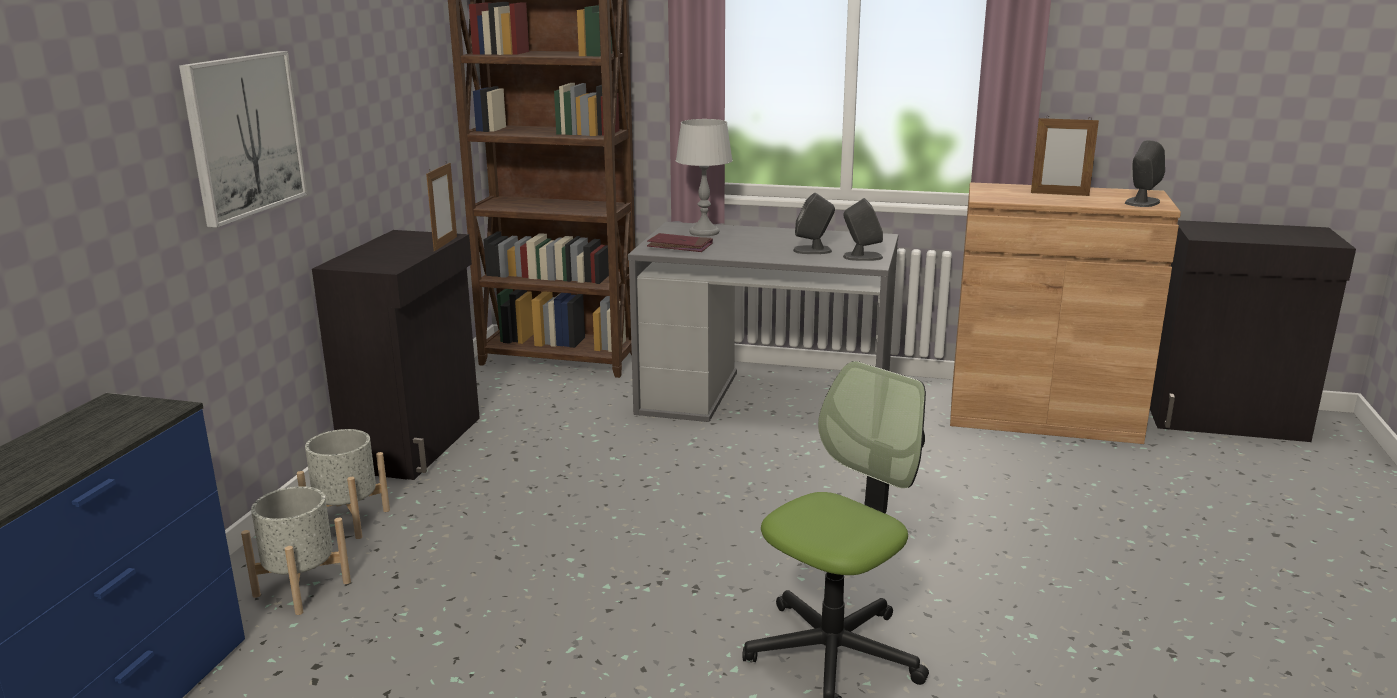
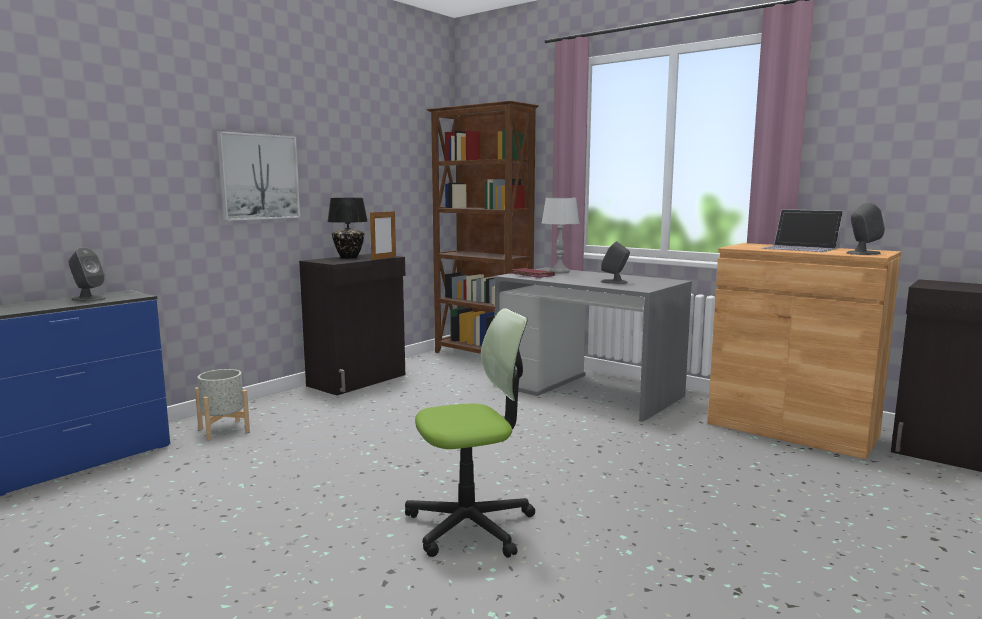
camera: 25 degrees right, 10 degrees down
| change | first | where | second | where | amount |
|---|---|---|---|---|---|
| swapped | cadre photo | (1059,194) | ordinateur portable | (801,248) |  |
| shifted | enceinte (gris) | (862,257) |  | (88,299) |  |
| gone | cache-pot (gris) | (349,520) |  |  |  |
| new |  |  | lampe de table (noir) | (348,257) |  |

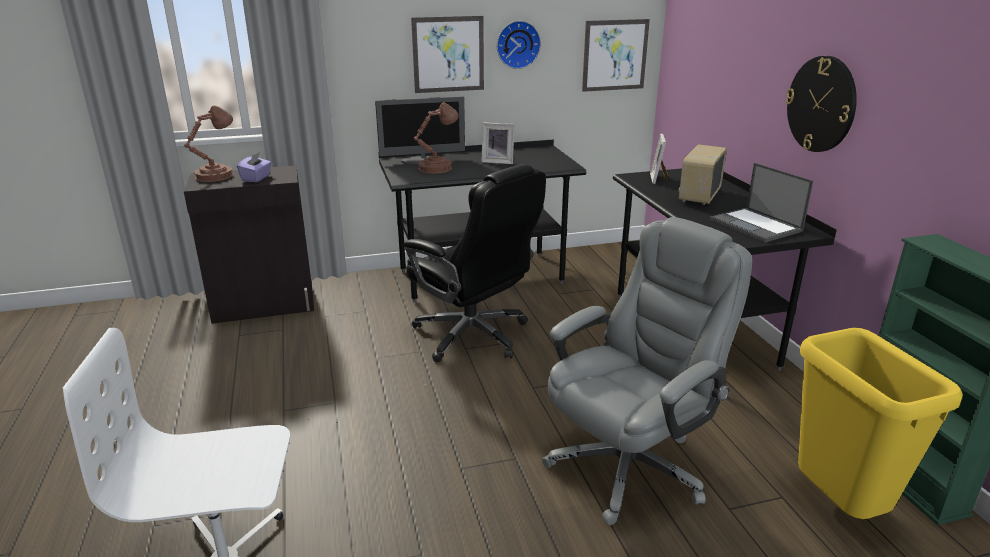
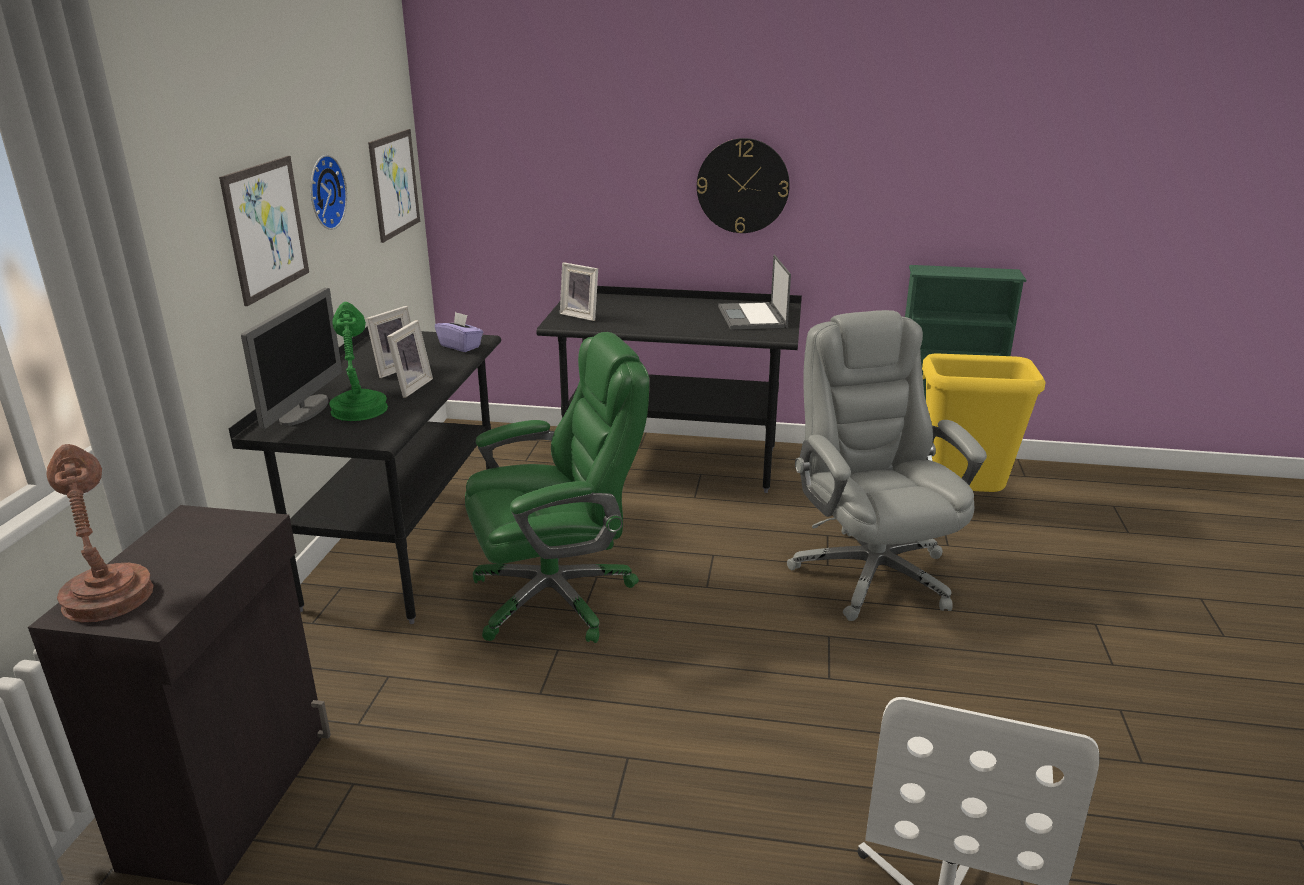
camera: 65 degrees left, 0 degrees up
| change | first | where | second | where | amount |
|---|---|---|---|---|---|
| repainted | lampe de table (marron) | (437,168) | lampe de table (vert) | (359,407) |  |
| gone | radio | (699,196) |  |  |  |
| shifted | boîte à mouchoirs (violet) | (256,178) |  | (460,346) |  |
| rotated | ordinateur portable | (756,225) |  | (752,317) | 90 degrees clockwise |
| repainted | chaise de bureau (noir) | (473,335) | chaise de bureau (vert) | (557,596) |  |
| new |  |  | cadre photo | (409,387) |  |

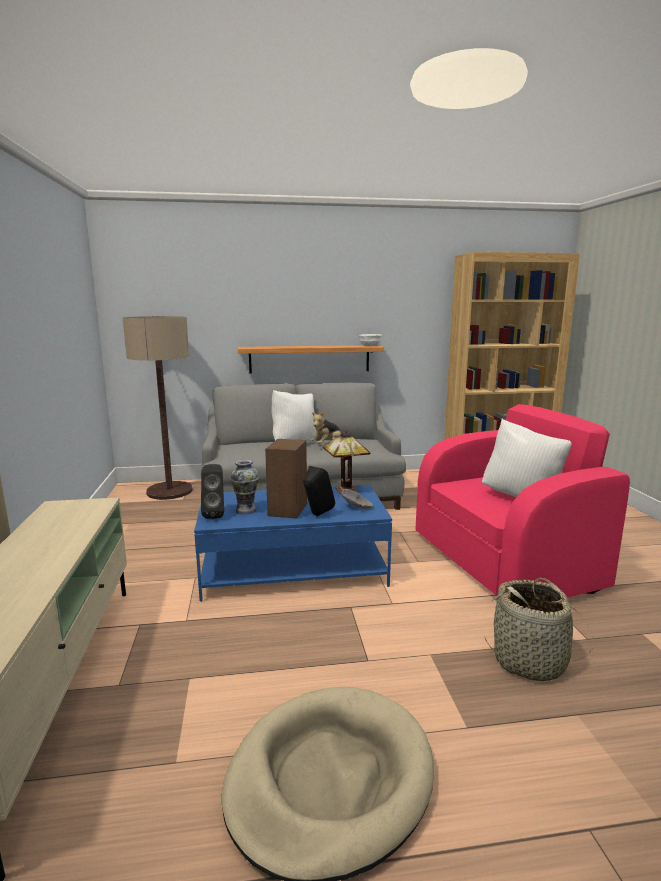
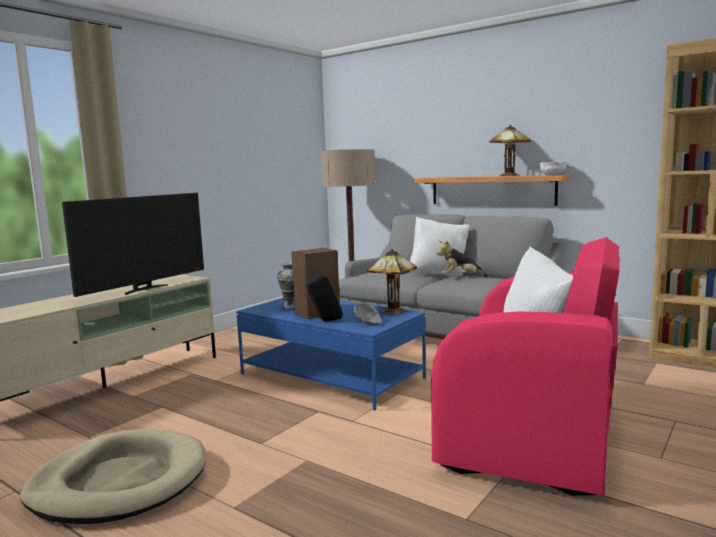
camera: 45 degrees right, 5 degrees down
| change | first | where | second | where | amount |
|---|---|---|---|---|---|
| gone | enceinte (noir) | (215,514) |  |  |  |
| gone | panier | (530,661) |  |  |  |
| new |  |  | lampe de table | (509,175) |  |
| new |  |  | téléviseur | (144,289) |  |

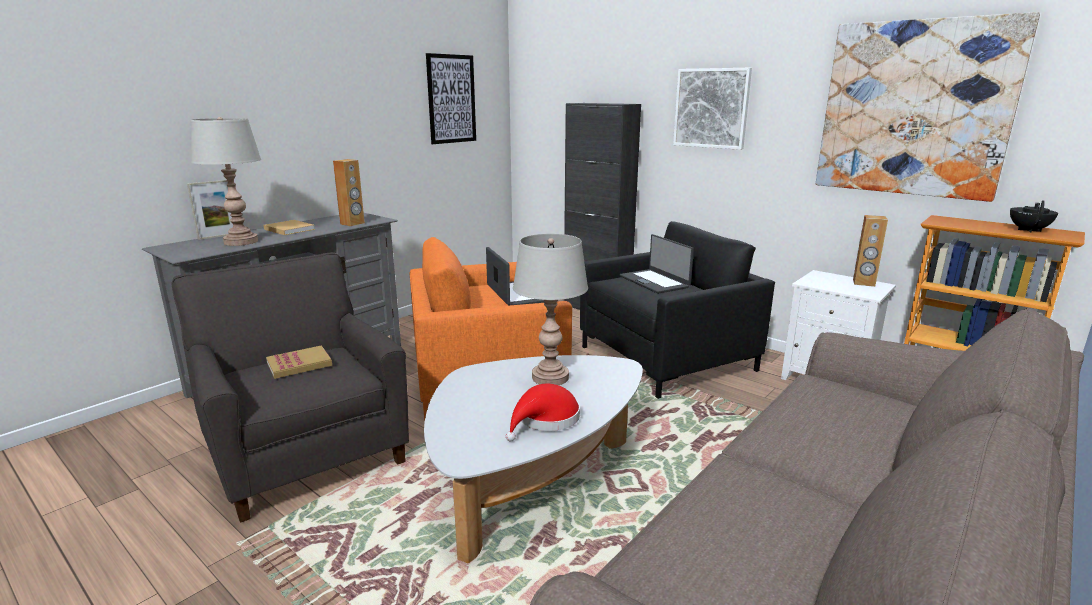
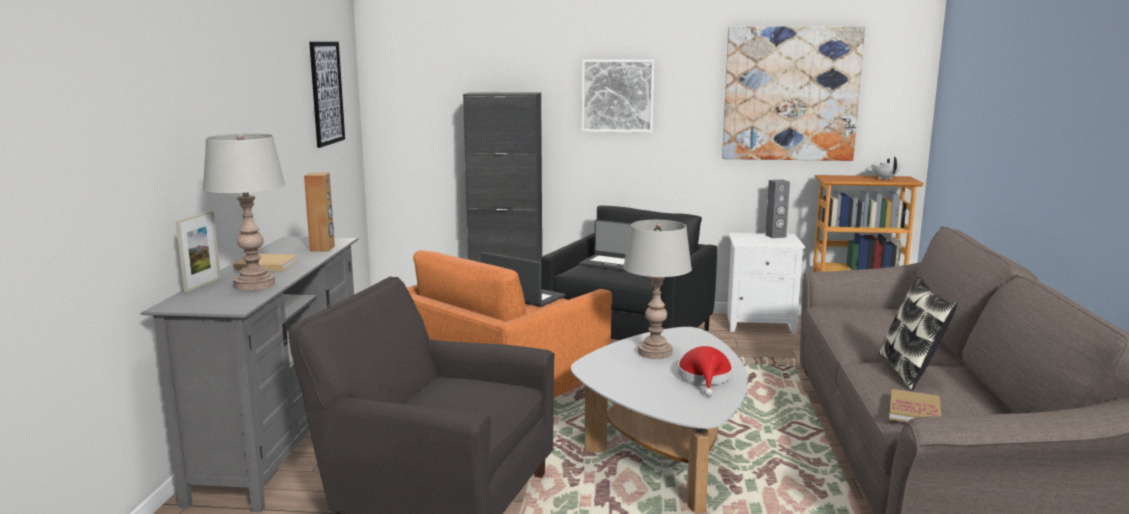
camera: 35 degrees left, 5 degrees down
| change | first | where | second | where | amount |
|---|---|---|---|---|---|
| repainted | théière (noir) | (1028,230) | théière (blanc) | (884,178) |  |
| repainted | enceinte (marron) | (863,283) | enceinte (gris) | (775,236) |  |
| shifted | livre | (299,364) |  | (914,411) |  |
| new |  |  | coussin | (910,372) |  |

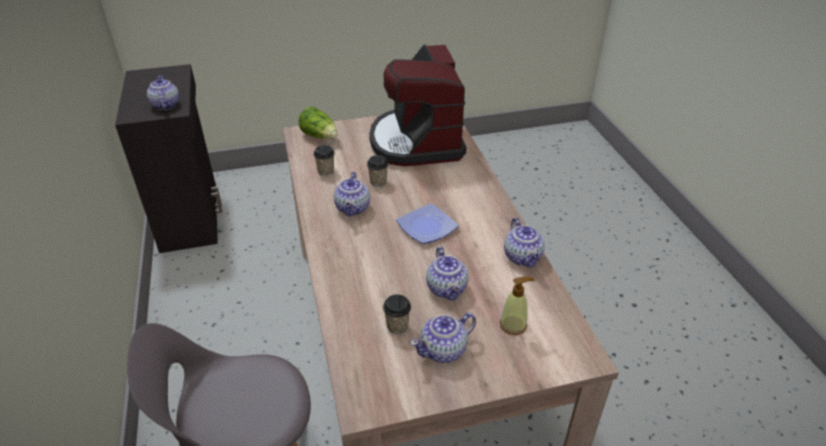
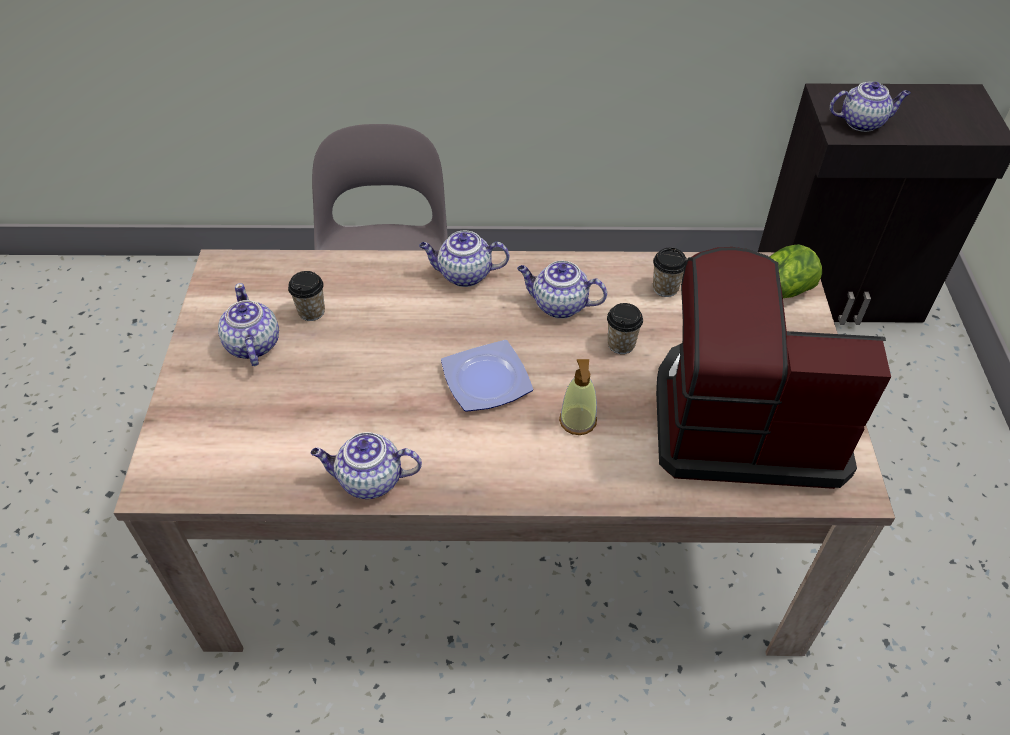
camera: 105 degrees right, 10 degrees up
| change | first | where | second | where | amount |
|---|---|---|---|---|---|
| shifted | théière | (447,289) |  | (464,275) |  |
| shifted | distributeur de savon | (513,325) |  | (578,421) |  |

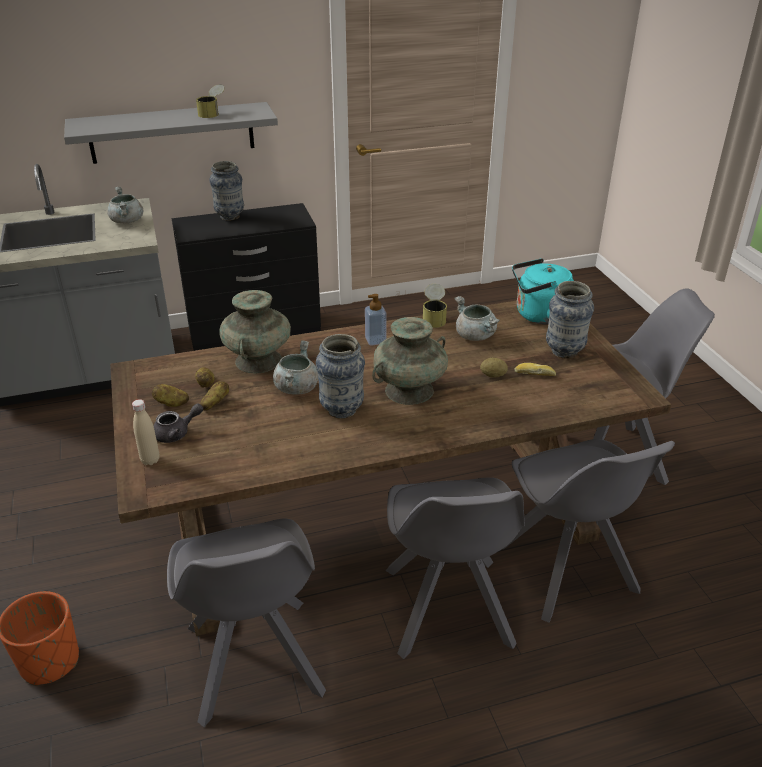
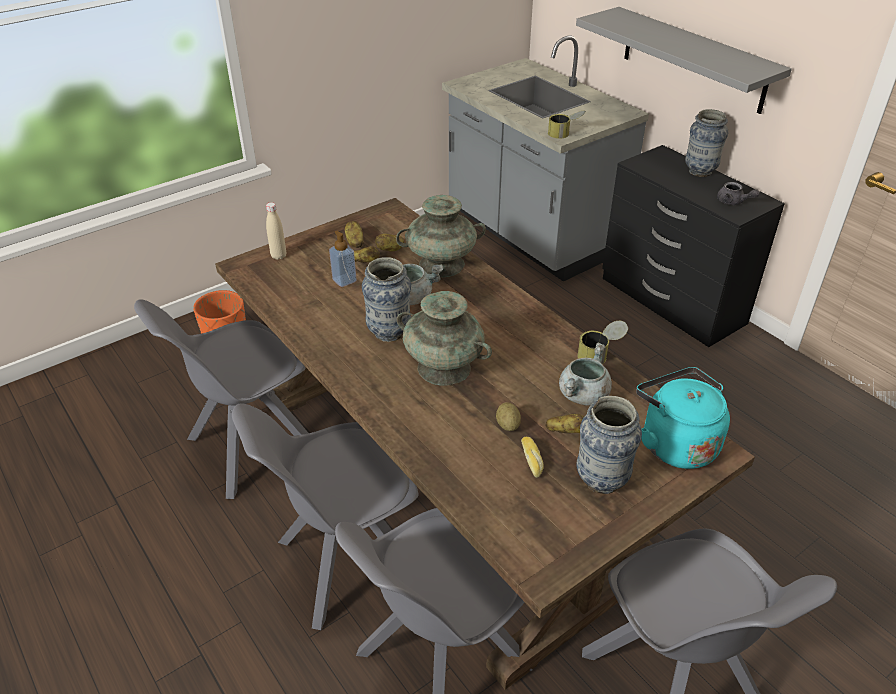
camera: 70 degrees right, 5 degrees up
| change | first | where | second | where | amount |
|---|---|---|---|---|---|
| shifted | boîte métallique | (212,113) |  | (565,134) |  |
| gone | marmite (gris) | (127,221) |  |  |  |
| shifted | distributeur de savon | (375,340) |  | (344,280) |  |
| shifted | théière (gris) | (177,433) |  | (733,202) |  |
| new |  |  | pomme de terre | (565,431) |  |

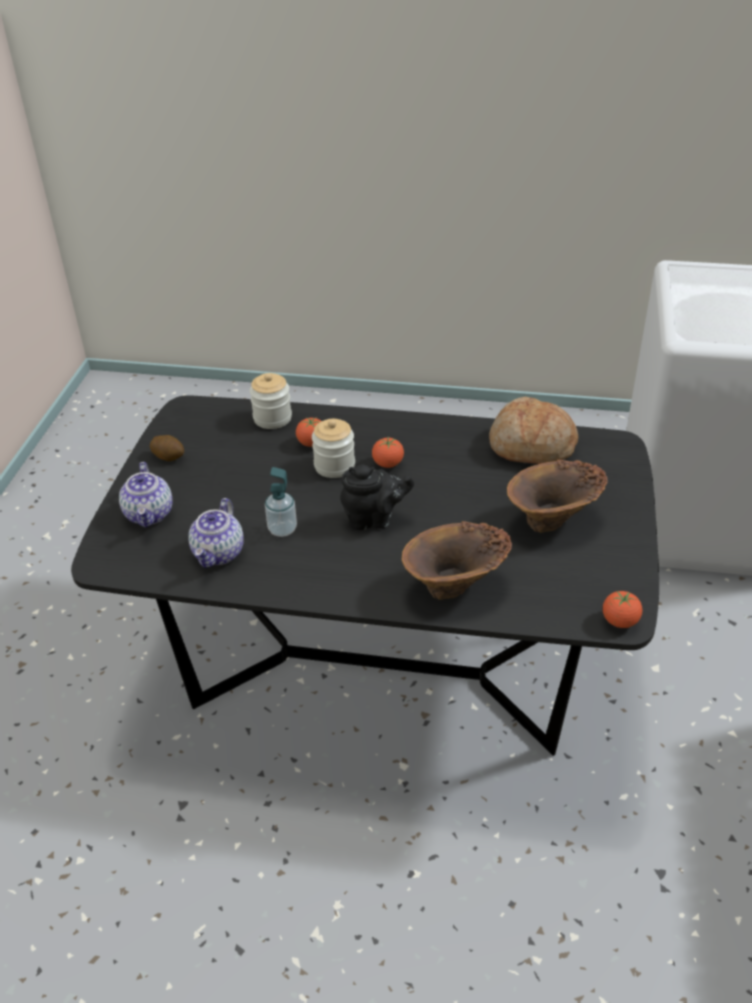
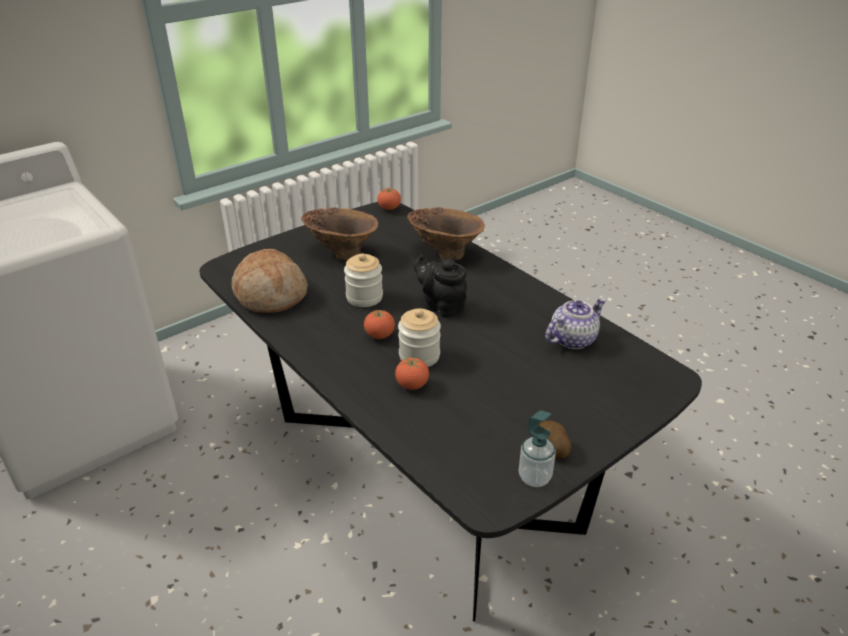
camera: 140 degrees left, 5 degrees down
| change | first | where | second | where | amount |
|---|---|---|---|---|---|
| shifted | bocal | (272,418) |  | (364,297) |  |
| gone | théière | (150,514) |  |  |  |
| shifted | distributeur de savon | (282,529) |  | (534,477) |  |

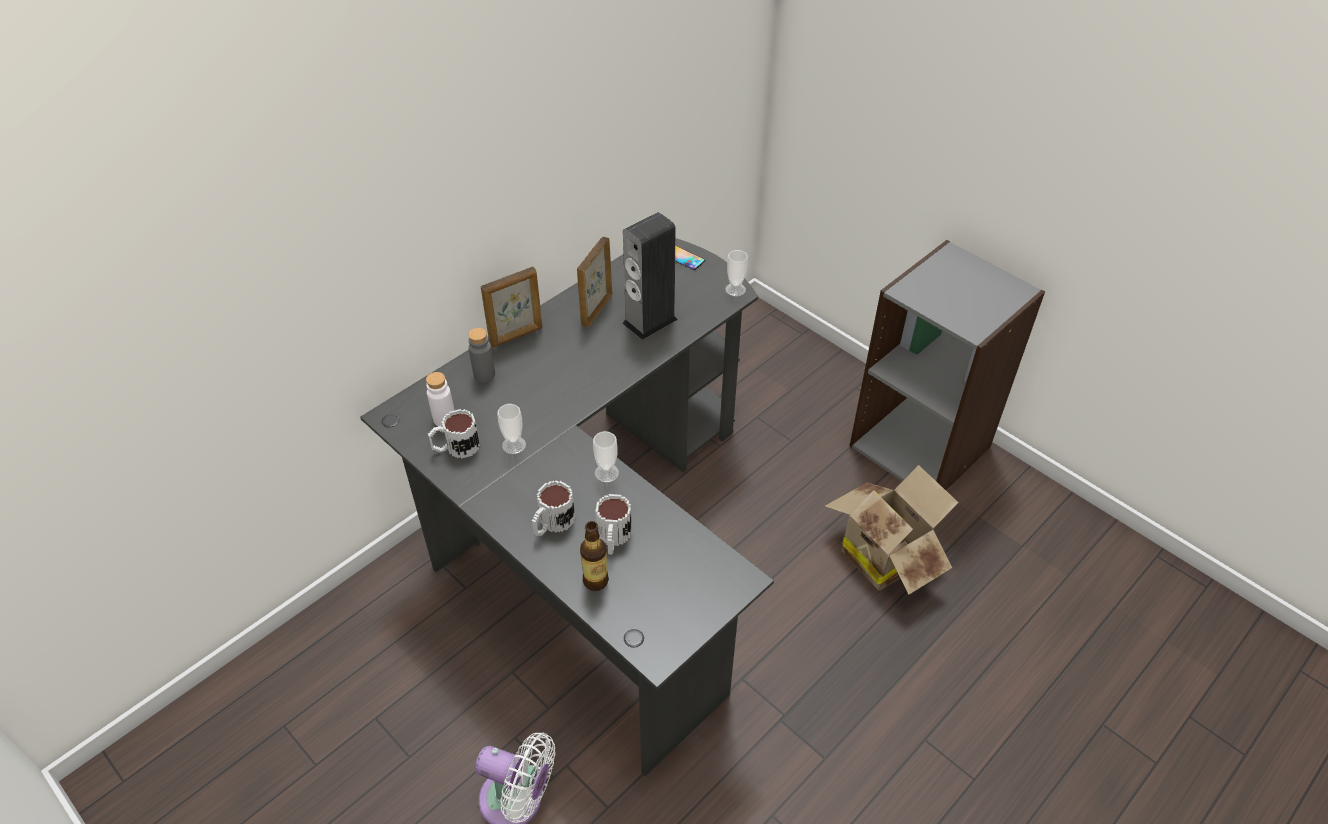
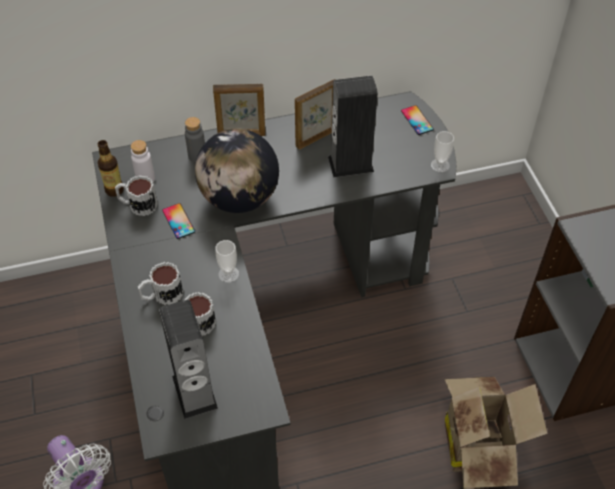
camera: 30 degrees right, 5 degrees up
| change | first | where | second | where | amount |
|---|---|---|---|---|---|
| swapped | tasse | (514,445) | téléphone | (178,221) |  |
| shifted | bouteille | (595,580) |  | (114,190) |  |
| new |  |  | globe | (239,198) |  |
| new |  |  | enceinte | (194,392) |  |

